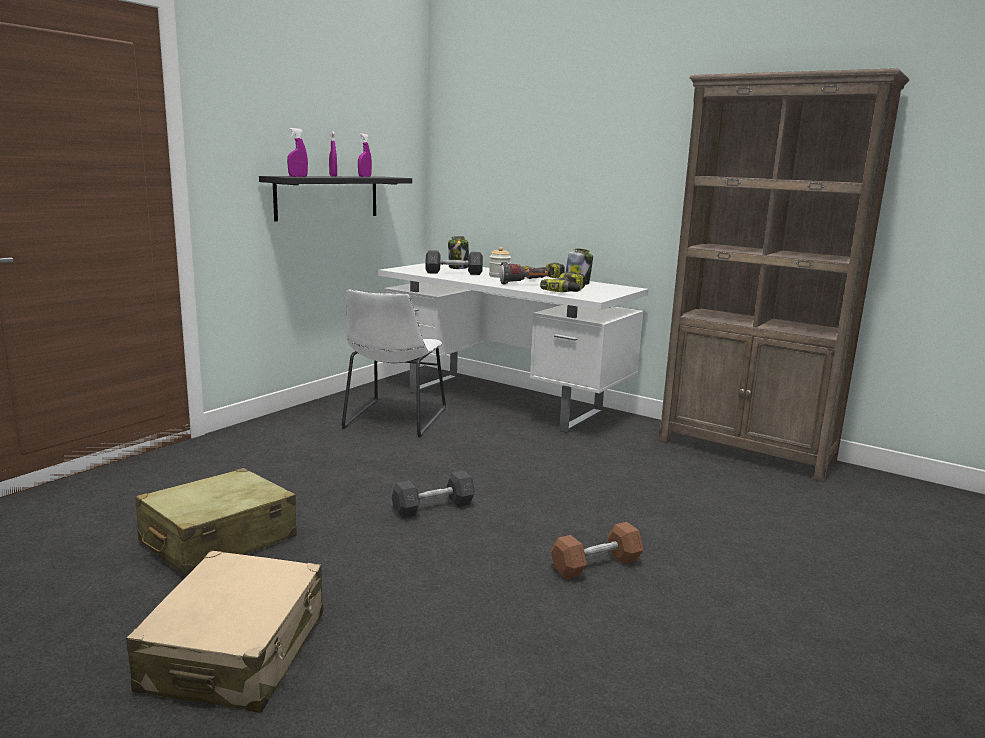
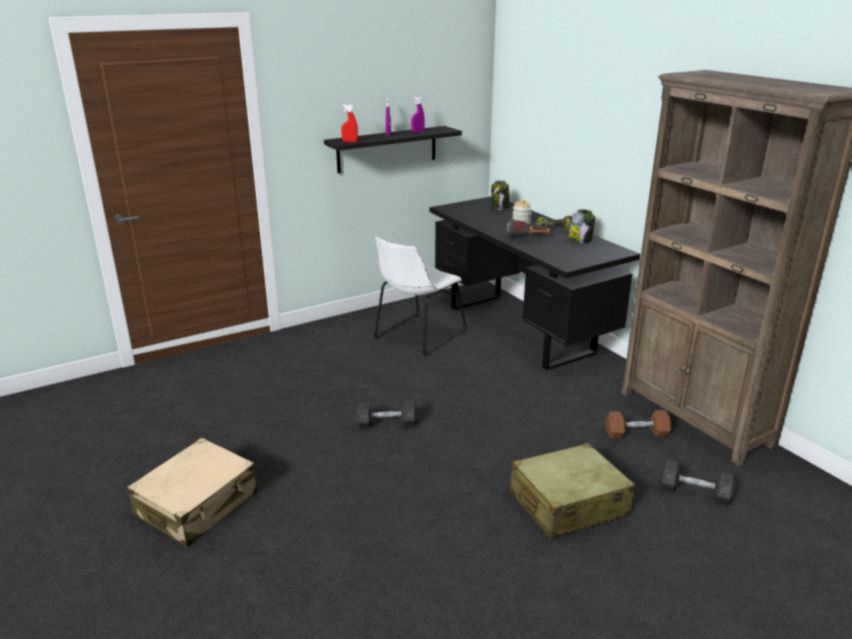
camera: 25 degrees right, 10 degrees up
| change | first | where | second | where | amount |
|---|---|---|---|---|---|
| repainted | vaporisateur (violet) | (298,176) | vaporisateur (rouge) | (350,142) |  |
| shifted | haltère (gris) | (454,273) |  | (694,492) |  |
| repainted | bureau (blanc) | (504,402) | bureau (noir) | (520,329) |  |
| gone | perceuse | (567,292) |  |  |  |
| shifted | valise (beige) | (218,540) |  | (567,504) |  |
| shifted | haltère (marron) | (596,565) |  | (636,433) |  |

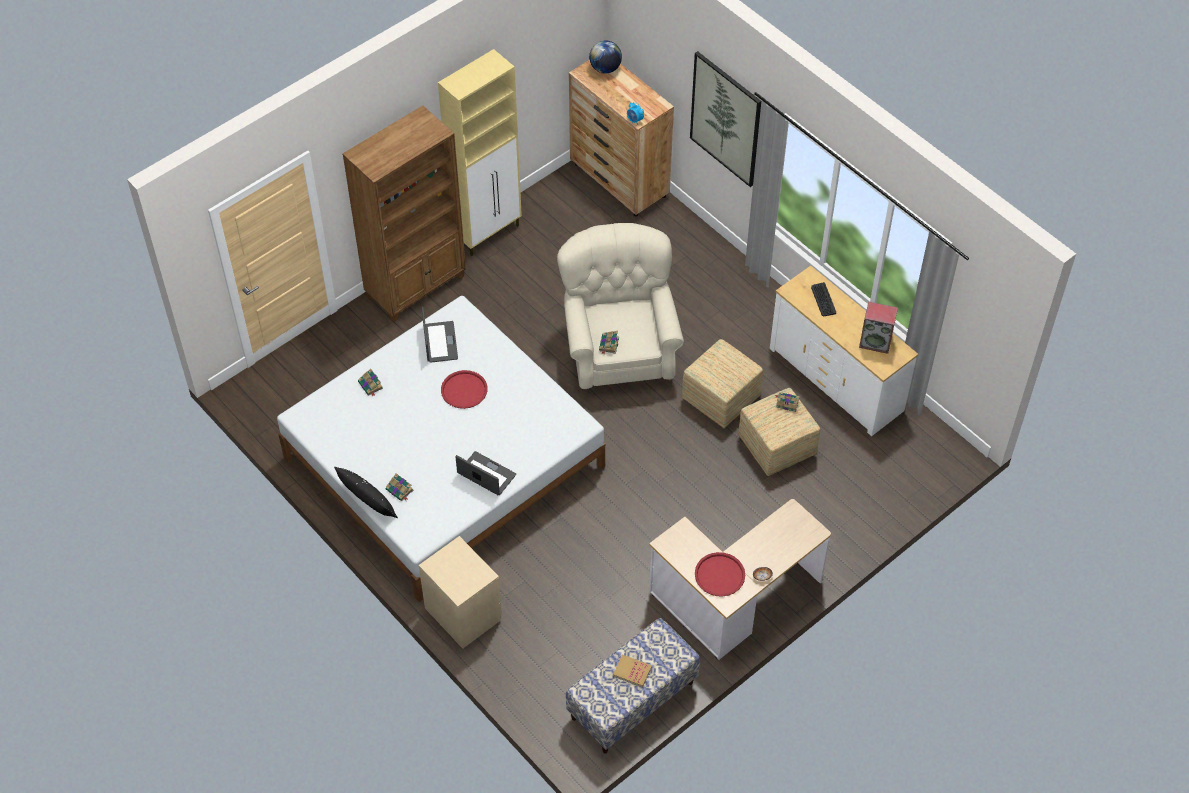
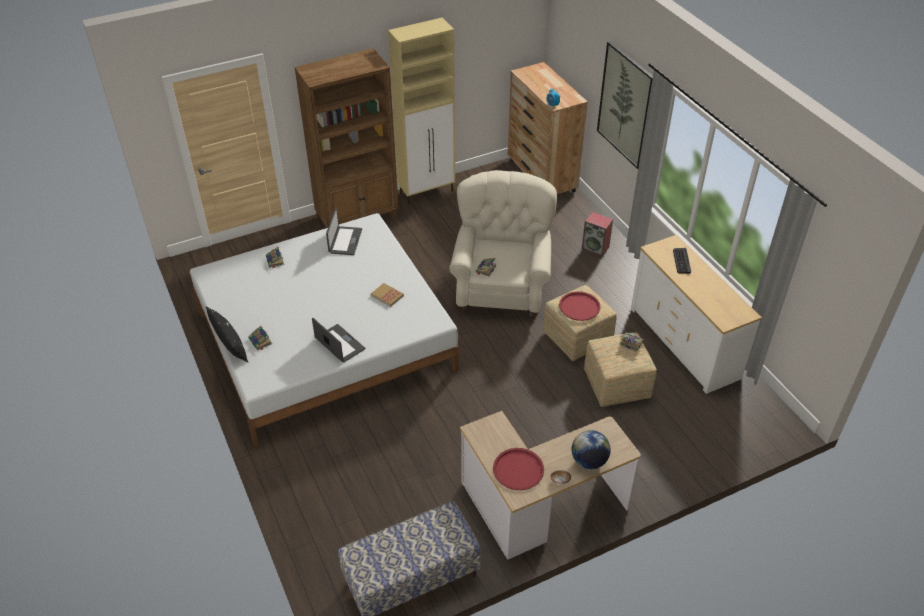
camera: 15 degrees right, 10 degrees down
| change | first | where | second | where | amount |
|---|---|---|---|---|---|
| shifted | globe | (605,68) |  | (589,461) |  |
| shifted | enceinte | (876,341) |  | (595,248) |  |
| shifted | plateau (rouge) | (464,390) |  | (579,306) |  |
| gone | table de chevet (beige) | (464,613) |  |  |  |
| shifted | livre | (632,671) |  | (387,295) |  |

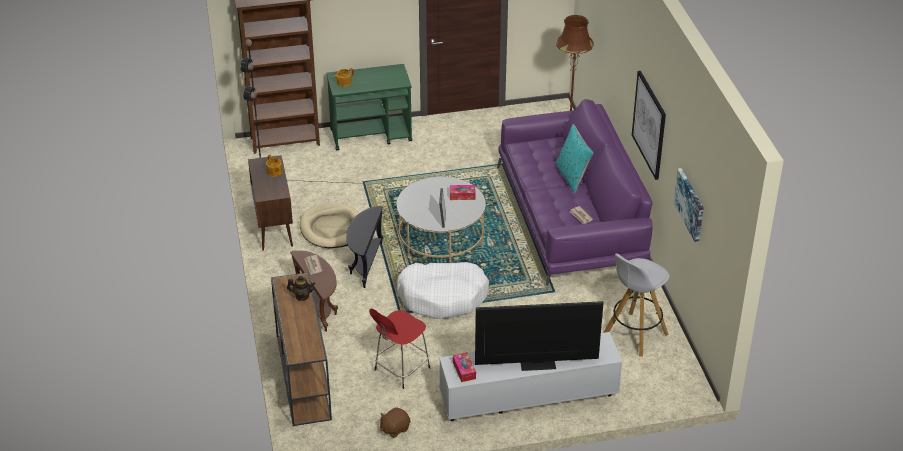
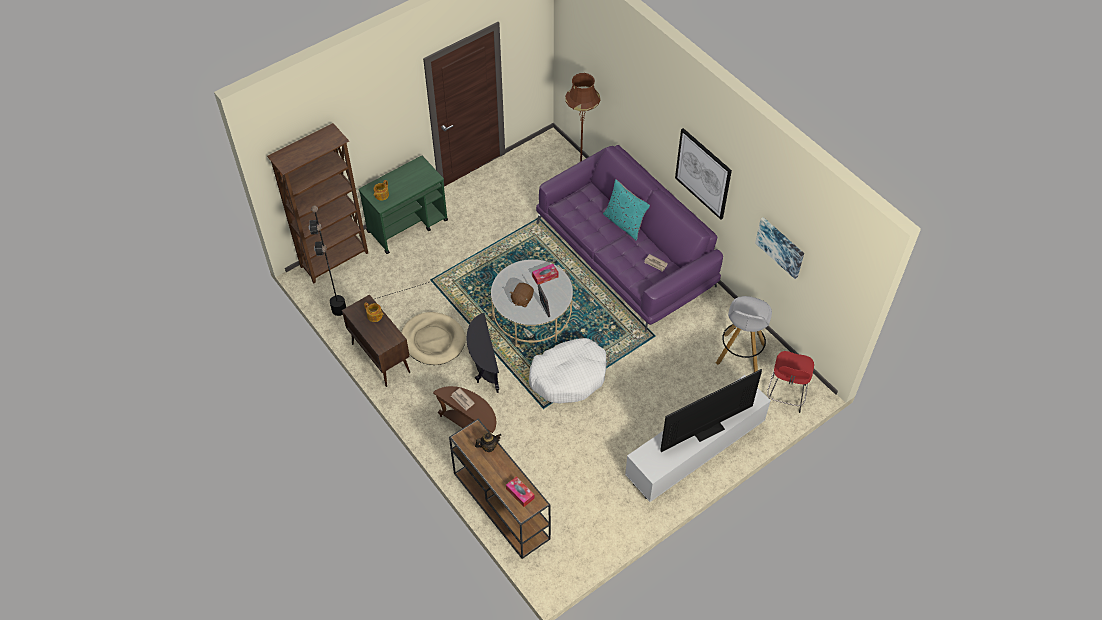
camera: 25 degrees left, 15 degrees up
| change | first | where | second | where | amount |
|---|---|---|---|---|---|
| shifted | tabouret (rouge) | (400,370) |  | (785,396) |  |
| shifted | boîte à mouchoirs | (464,370) |  | (520,493) |  |
| shifted | peluche (marron) | (394,429) |  | (522,299) |  |

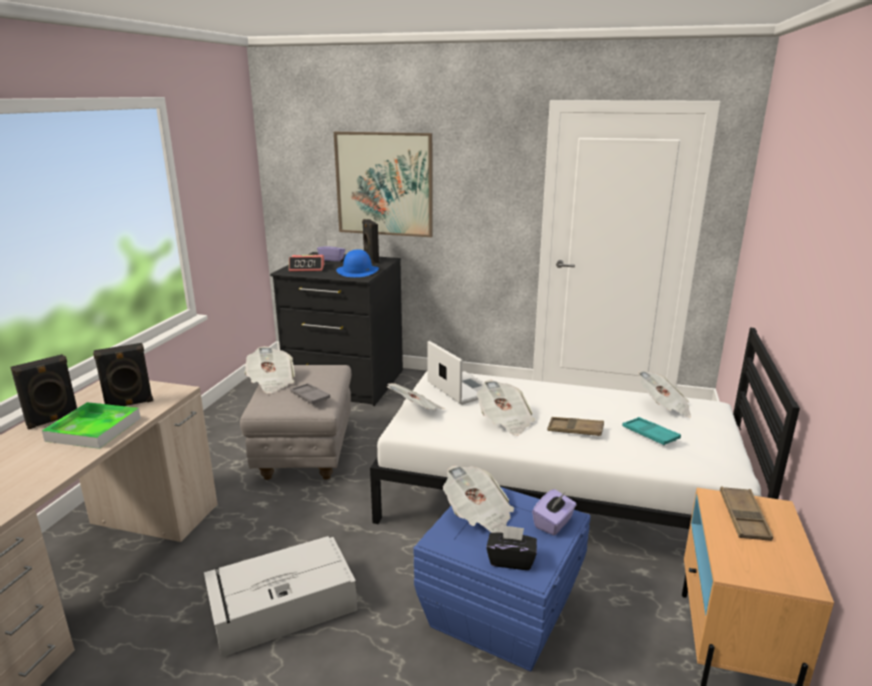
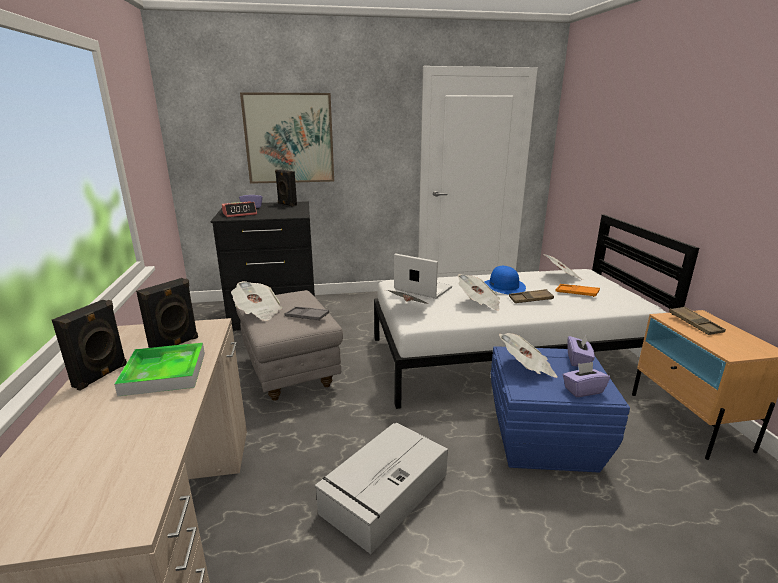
camera: 25 degrees left, 0 degrees up
| change | first | where | second | where | amount |
|---|---|---|---|---|---|
| shifted | chapeau (bleu) | (357,271) |  | (504,286) |  |
| repainted | plateau (turquoise) | (650,434) | plateau (orange) | (576,293) |  |
| repainted | boîte à mouchoirs (noir) | (511,560) | boîte à mouchoirs (violet) | (583,390) |  |

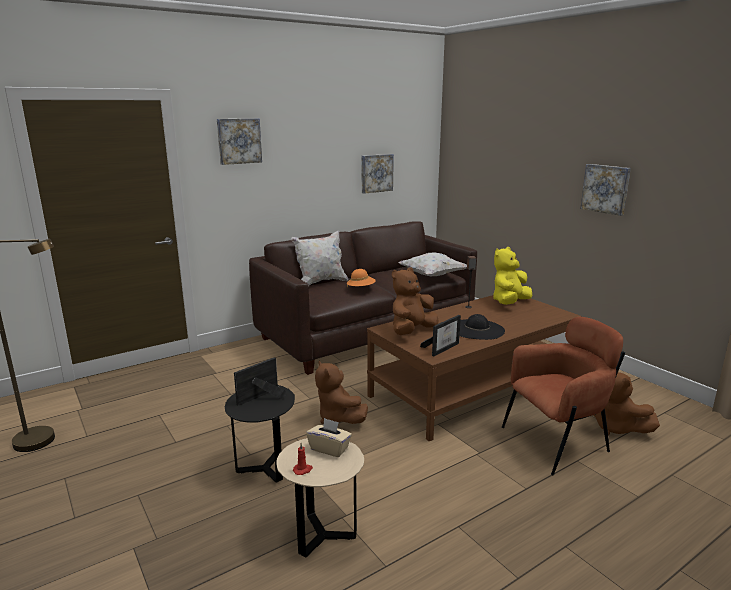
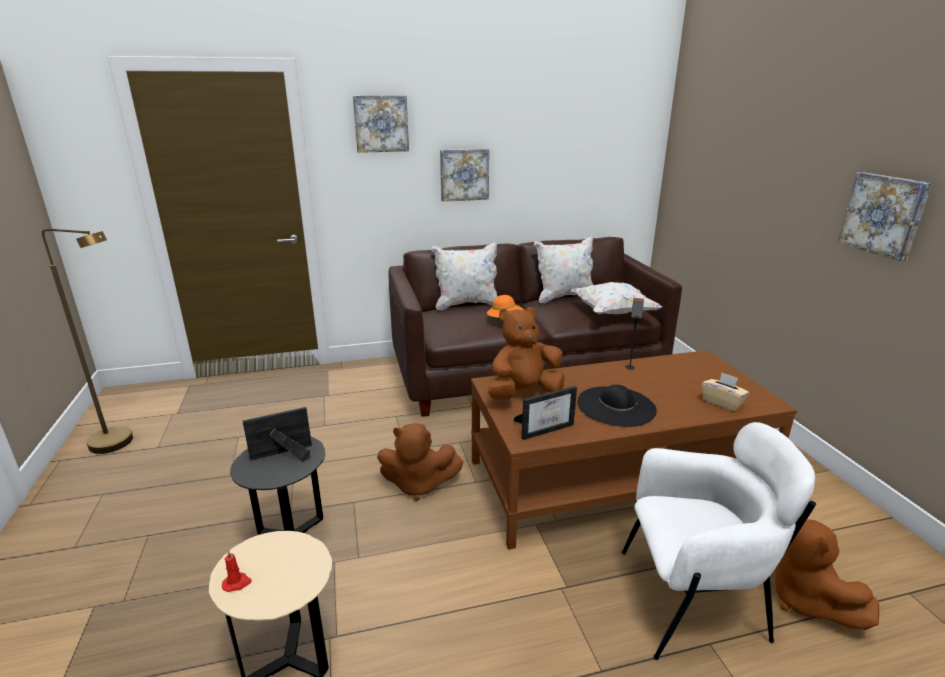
camera: 20 degrees right, 5 degrees up
| change | first | where | second | where | amount |
|---|---|---|---|---|---|
| shifted | tableau | (376,173) |  | (464,174) |  |
| gone | peluche (jaune) | (509,302) |  |  |  |
| repainted | fauteuil (marron) | (557,442) | fauteuil (blanc) | (693,601) |  |
| rotated | peluche (marron) | (338,418) |  | (418,485) | 75 degrees counterclockwise |
| shifted | boîte à mouchoirs (beige) | (329,448) |  | (722,403) |  |
| new |  |  | coussin (blanc) | (564,297) |  |

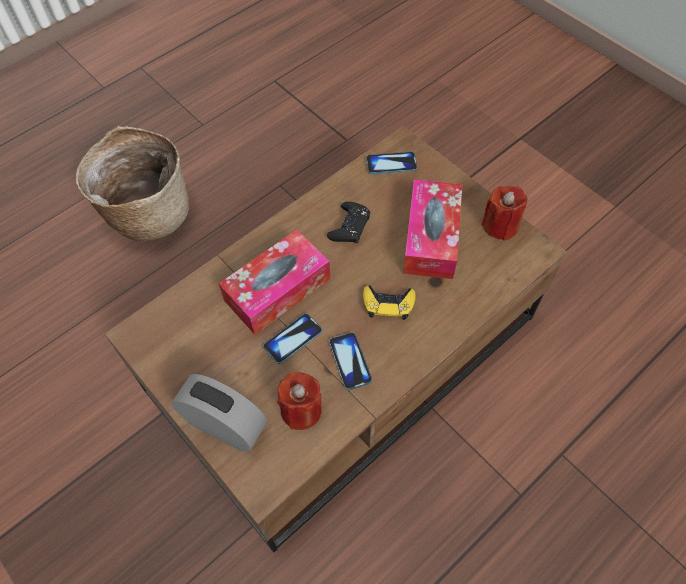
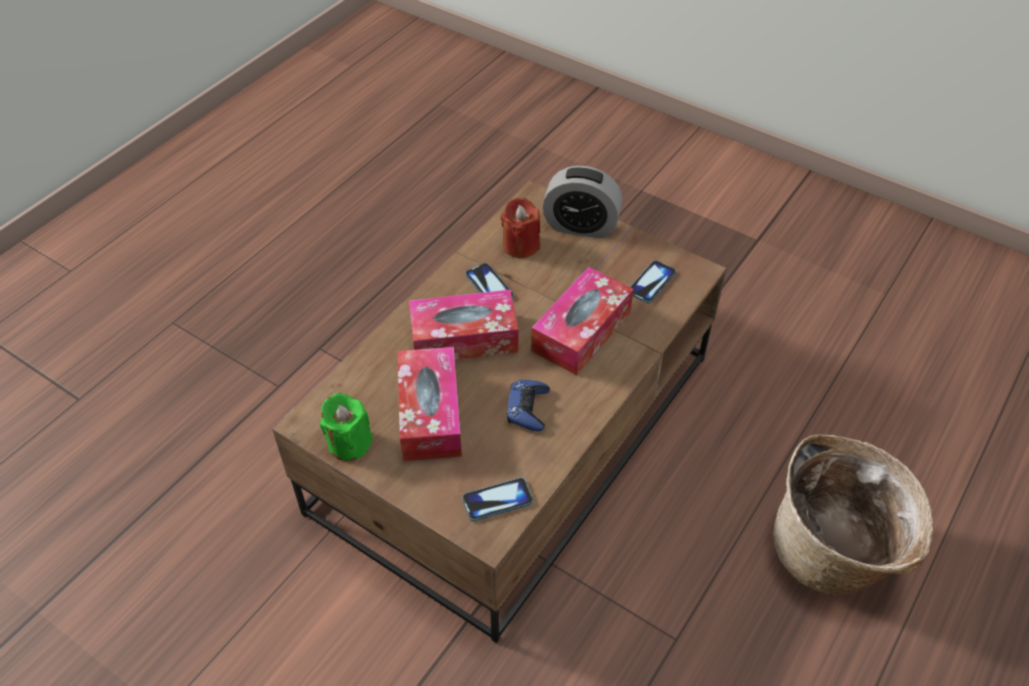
camera: 165 degrees right, 10 degrees down
| change | first | where | second | where | amount |
|---|---|---|---|---|---|
| repainted | bougie (rouge) | (500,225) | bougie (vert) | (349,443) |  |
| repainted | manette (noir) | (349,226) | manette (bleu) | (527,408) |  |
| swapped | manette (jaune) | (388,304) | boîte à mouchoirs | (464,338) |  |
| shifted | téléphone | (293,339) |  | (651,283) |  |

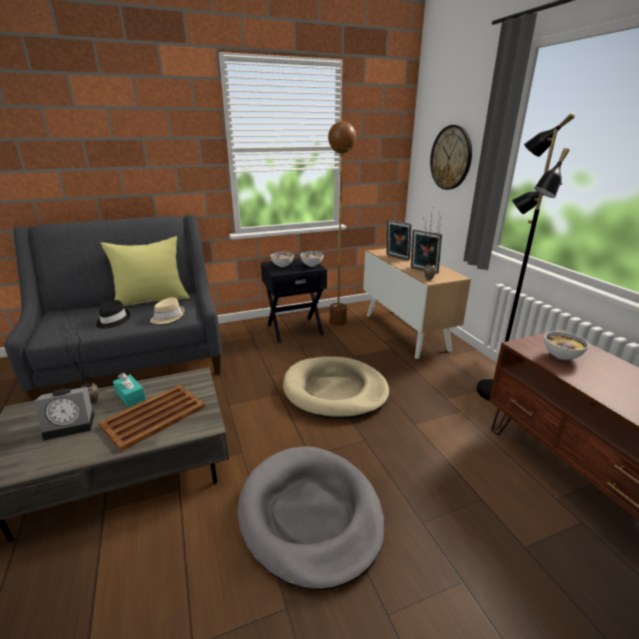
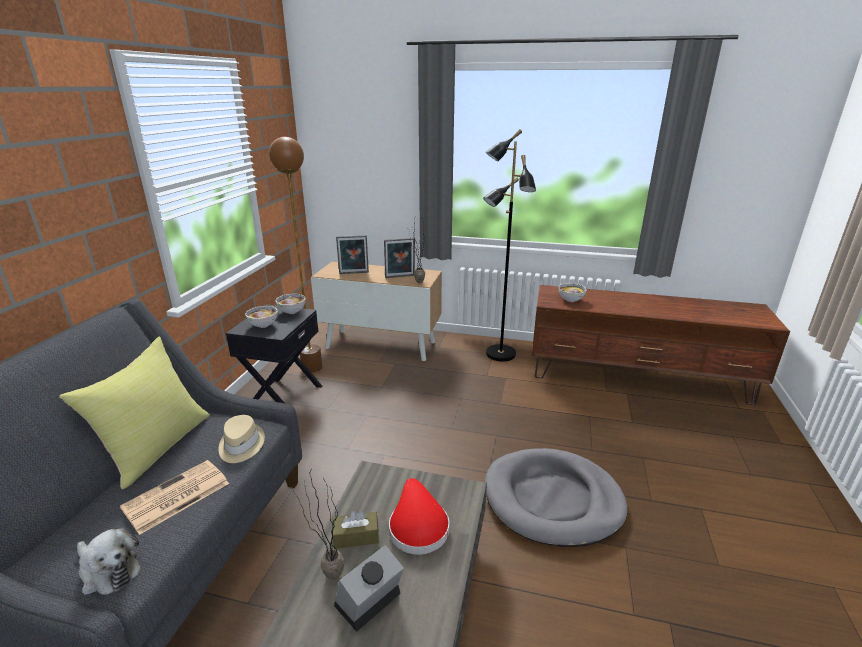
camera: 55 degrees left, 0 degrees up
| change | first | where | second | where | amount |
|---|---|---|---|---|---|
| gone | horloge murale | (451,158) |  |  |  |
| swapped | chapeau (noir) | (112,320) | journal | (175,497) |  |
| gone | panier pour chien (beige) | (335,391) |  |  |  |
| repainted | boîte à mouchoirs (turquoise) | (130,396) | boîte à mouchoirs (marron) | (356,536) |  |
| swapped | plateau (marron) | (153,416) | chapeau (rouge) | (417,526) |  |
| rotated | réveil | (72,424) |  | (368,603) | 150 degrees counterclockwise |
| new |  |  | peluche | (108,571) |  |

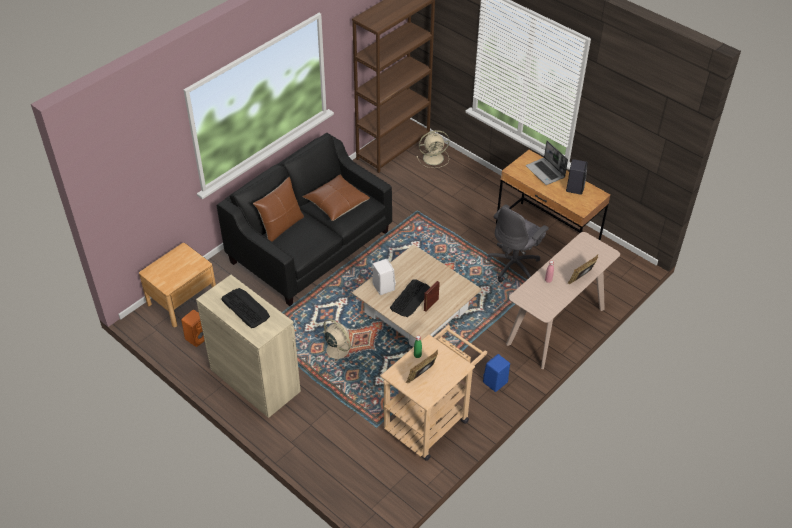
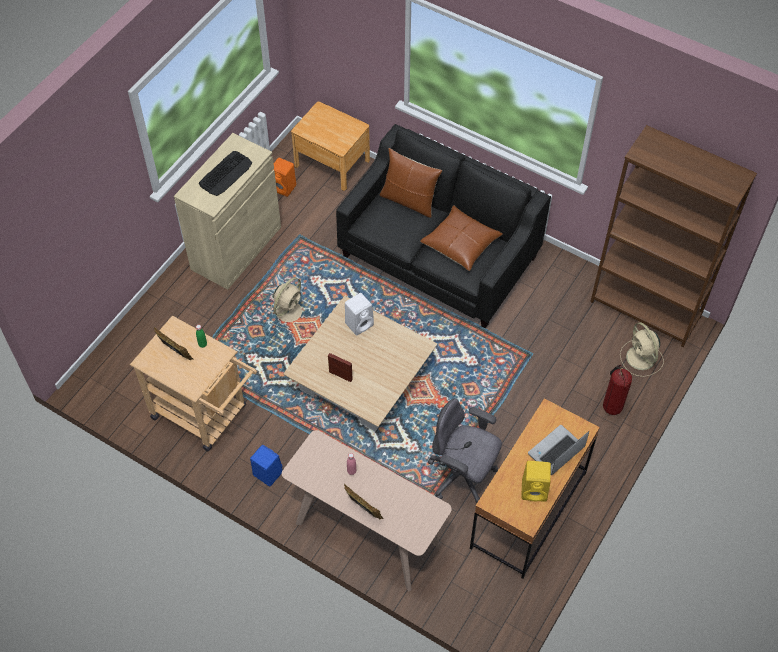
camera: 80 degrees right, 10 degrees up
| change | first | where | second | where | amount |
|---|---|---|---|---|---|
| repainted | enceinte (noir) | (575,187) | enceinte (jaune) | (535,490) |  |
| gone | clavier | (410,298) |  |  |  |
| new |  |  | extincteur | (611,406) |  |

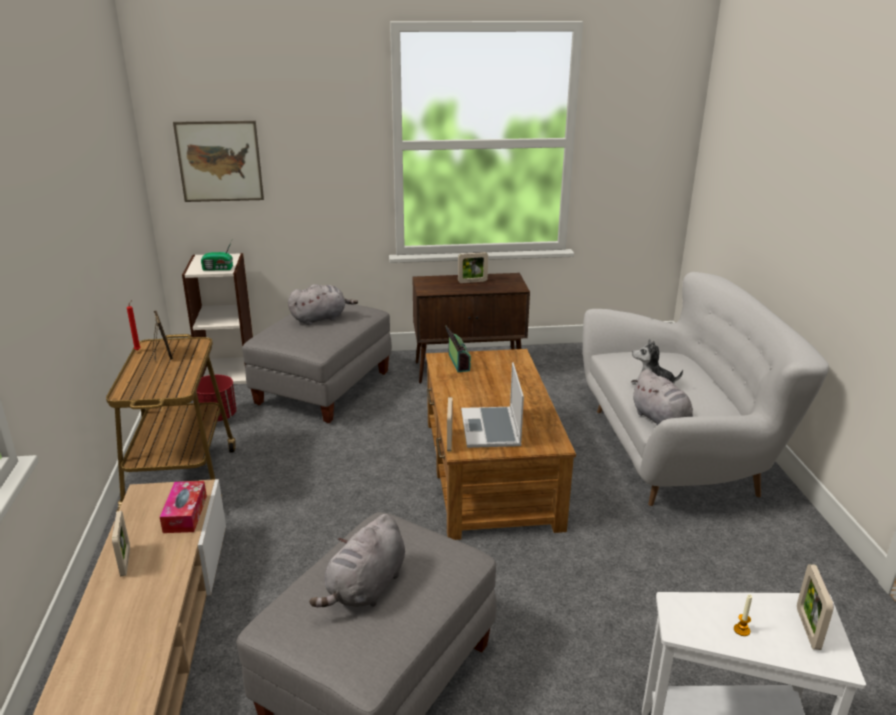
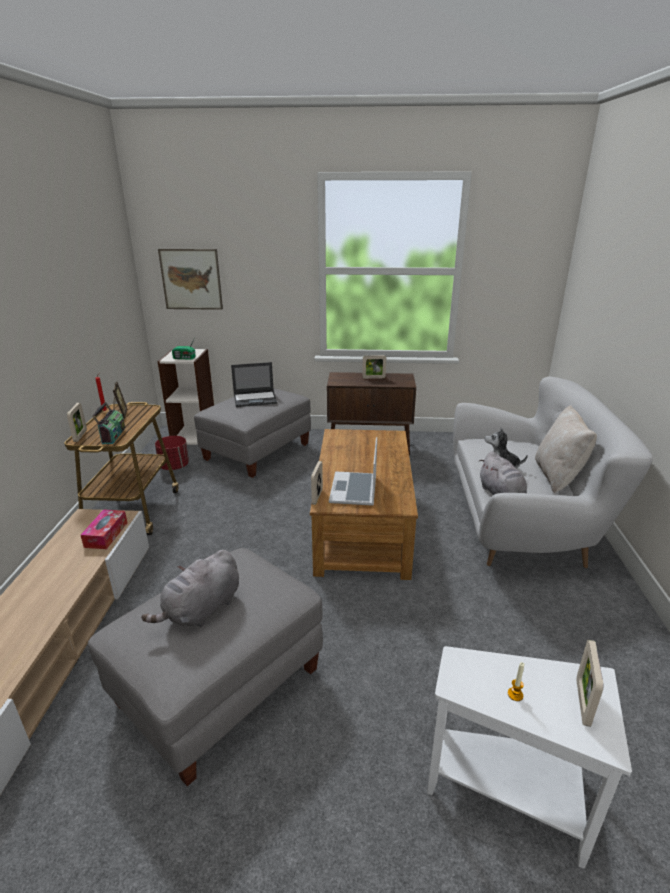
camera: 10 degrees right, 0 degrees up
| change | first | where | second | where | amount |
|---|---|---|---|---|---|
| swapped | peluche (gris) | (320,318) | ordinateur portable | (255,399) |  |
| shifted | radio | (457,362) |  | (112,435) |  |
| shifted | cadre photo | (125,561) |  | (80,436) |  |
| new |  |  | coussin (beige) | (558,476) |  |

